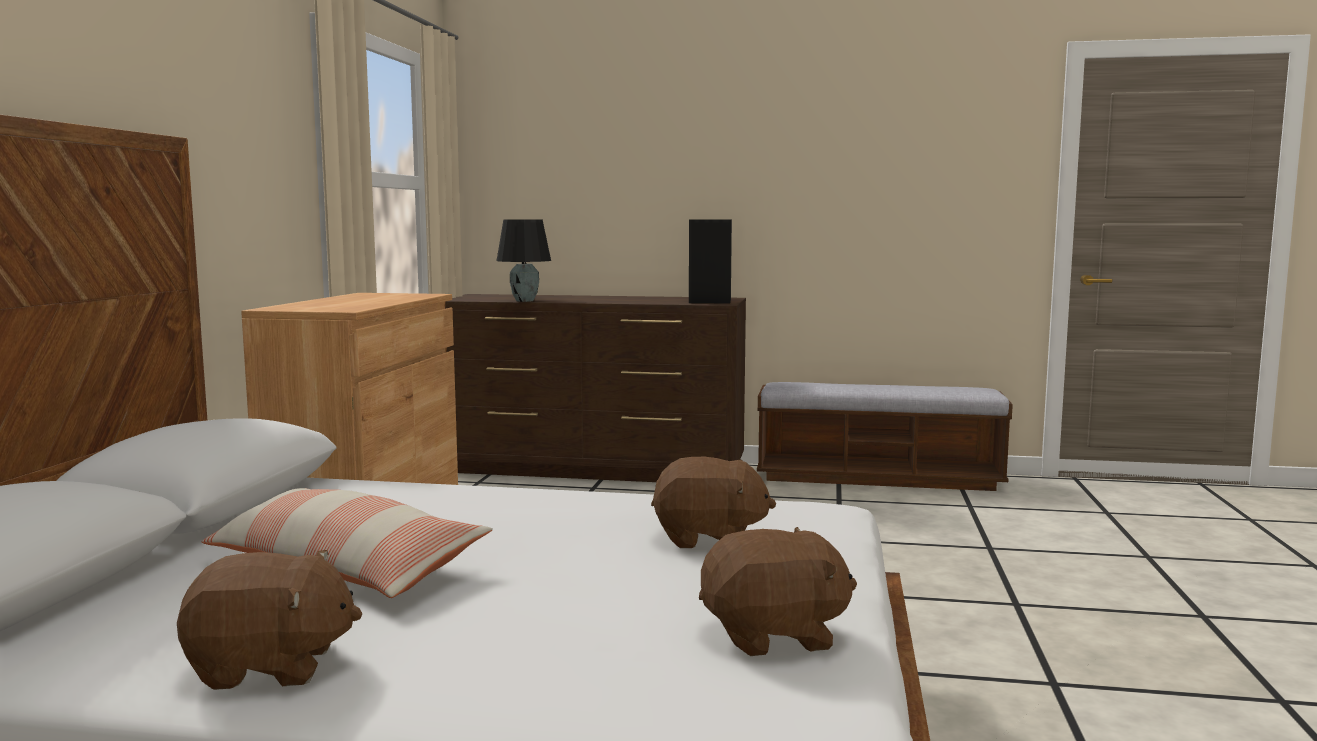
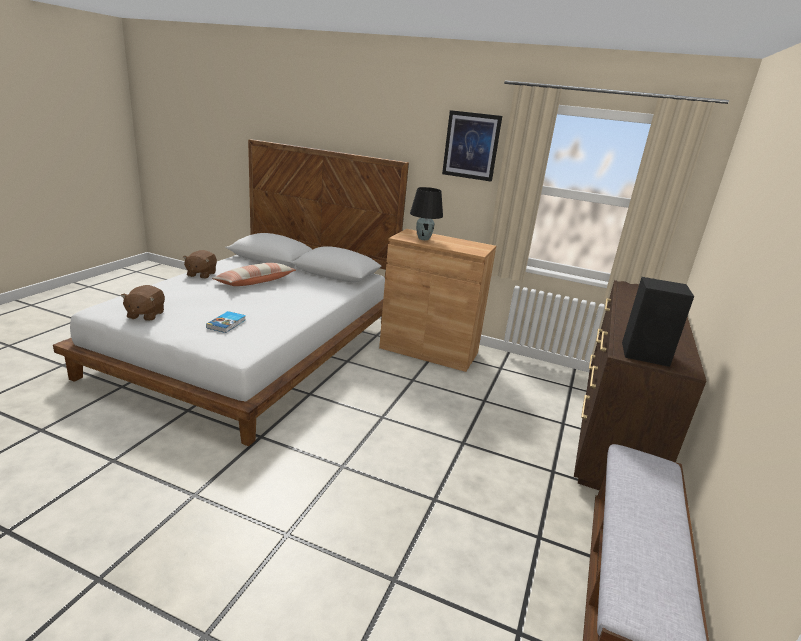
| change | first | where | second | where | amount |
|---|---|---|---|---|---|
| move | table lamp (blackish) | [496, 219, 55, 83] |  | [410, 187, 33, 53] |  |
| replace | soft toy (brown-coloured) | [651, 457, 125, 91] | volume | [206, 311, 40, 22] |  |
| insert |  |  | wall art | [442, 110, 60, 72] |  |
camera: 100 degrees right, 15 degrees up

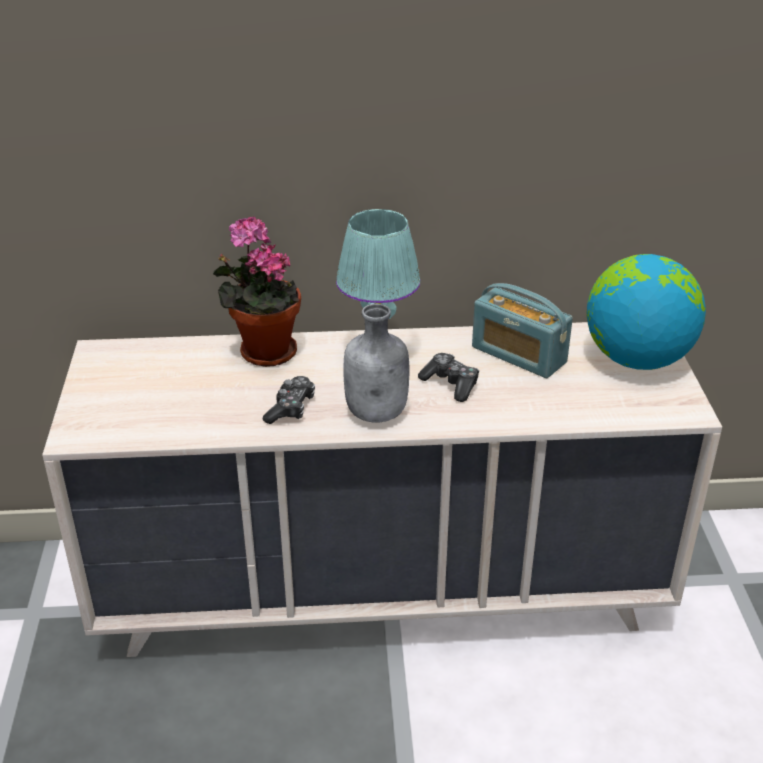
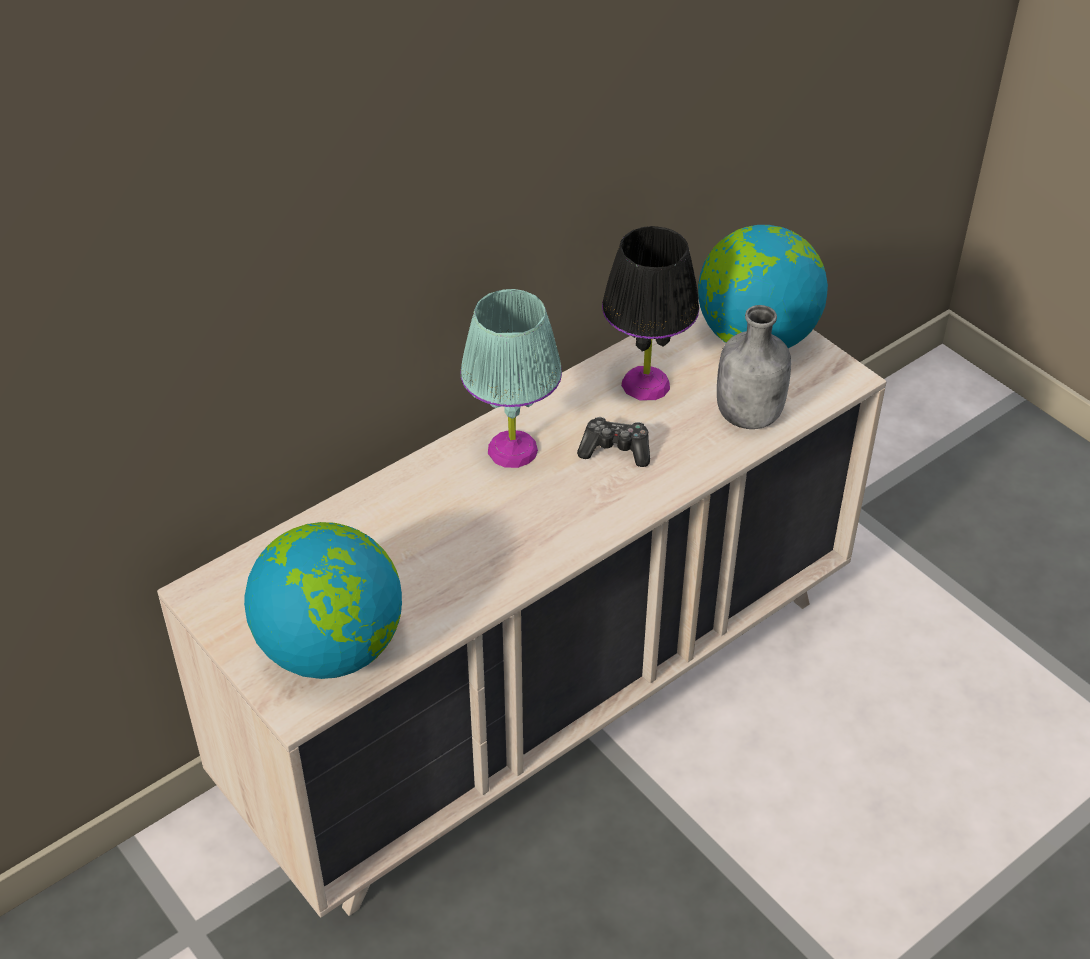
| change | first | where | second | where | amount |
|---|---|---|---|---|---|
| delete | plant in a pot | [213, 216, 88, 151] |  |  |  |
| replace | radio receiver | [472, 283, 101, 95] | table lamp (blackish) | [602, 226, 97, 174] |  |
| move | beverage bottle (greyish) | [344, 304, 65, 119] |  | [717, 305, 74, 124] |  |
| delete | game controller | [263, 376, 52, 48] |  |  |  |
| insert |  |  | world globe | [244, 522, 158, 157] |  |
camera: 35 degrees left, 10 degrees up

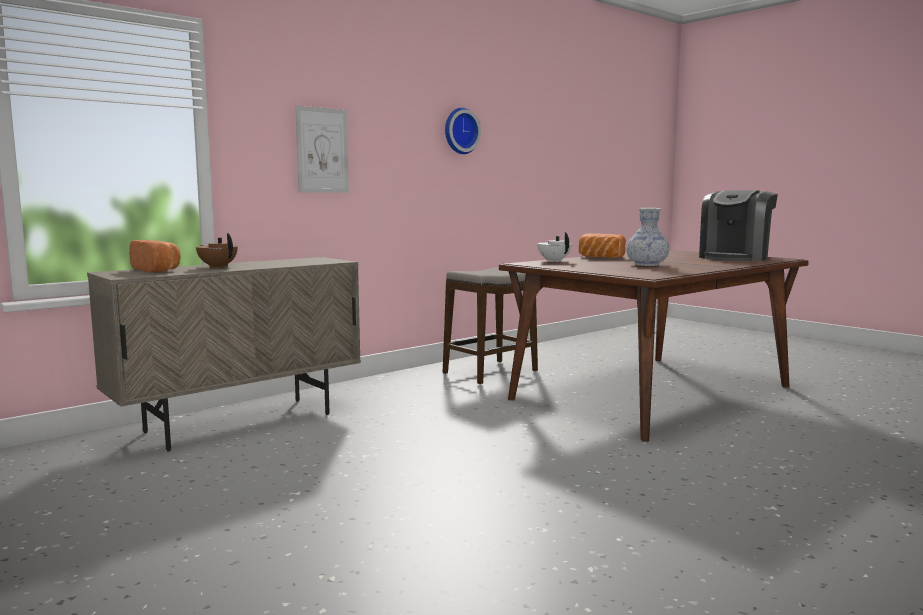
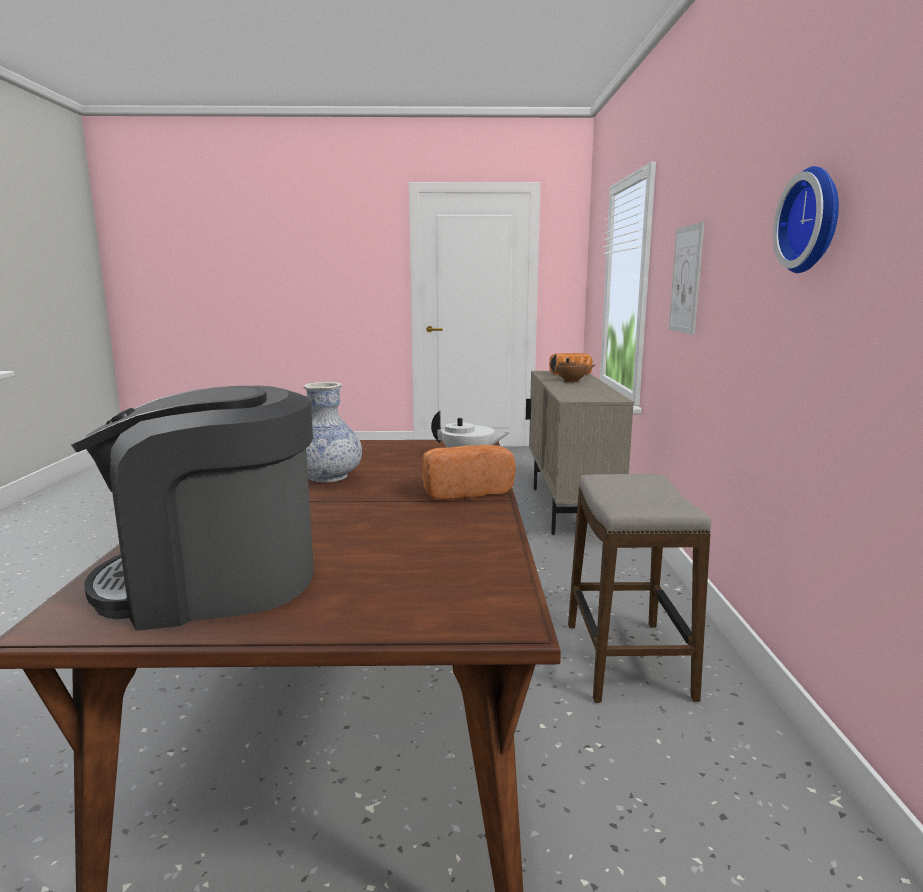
| change | first | where | second | where | amount |
|---|---|---|---|---|---|
| rotate | coffee maker | [699, 190, 79, 71] |  | [70, 386, 244, 245] | 90 degrees counterclockwise |
camera: 130 degrees right, 5 degrees up

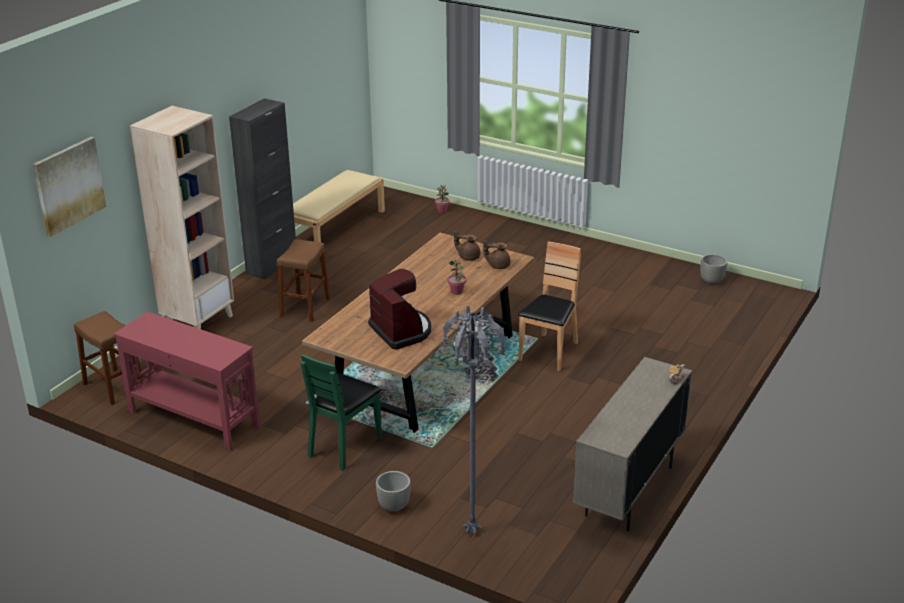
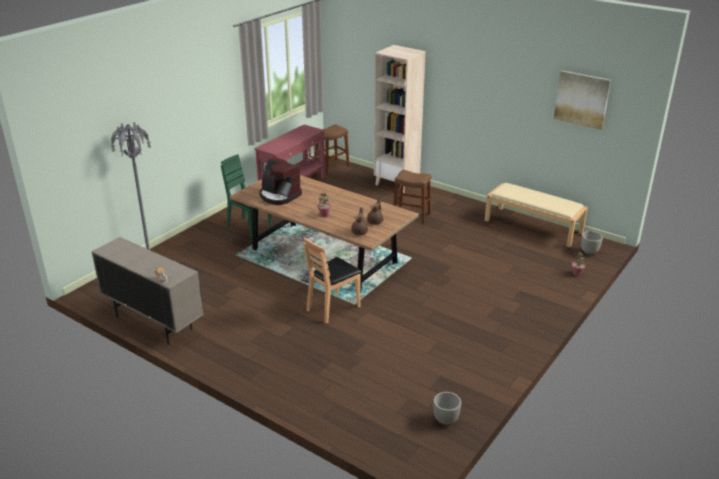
| change | first | where | second | where | amount |
|---|---|---|---|---|---|
| delete | storage cabinet (blackish) | [229, 98, 67, 181] |  |  |  |
| move | wall art | [33, 137, 73, 100] |  | [554, 70, 57, 60] |  |
| rotate | plain chair (brown-coloured) | [518, 242, 63, 129] |  | [303, 238, 59, 86] | 105 degrees clockwise |
| rotate | coffee maker | [368, 269, 63, 80] |  | [259, 157, 43, 48] | 60 degrees clockwise |
| move | planter (greyish) | [376, 471, 35, 41] |  | [581, 231, 22, 24] |  |
camera: 95 degrees right, 0 degrees up

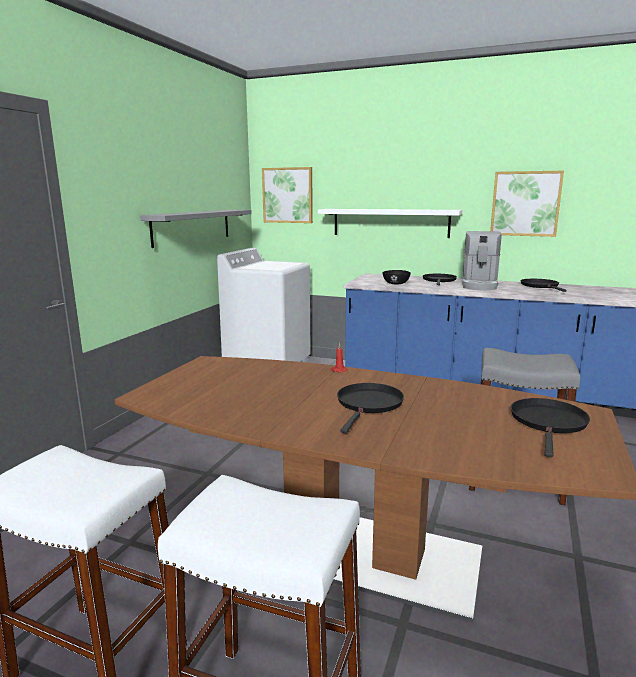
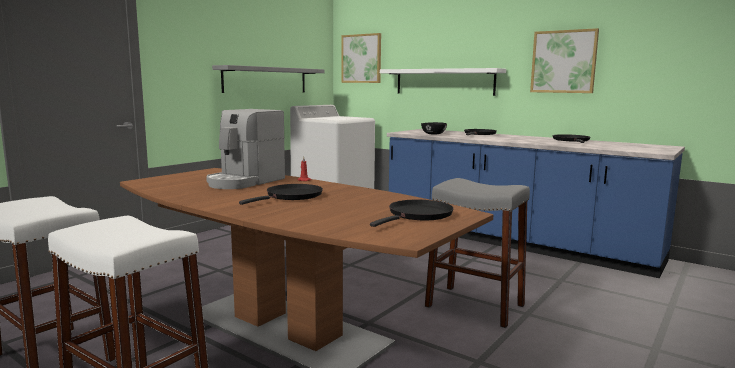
| change | first | where | second | where | amount |
|---|---|---|---|---|---|
| move | coffee maker | [462, 231, 40, 59] |  | [206, 109, 79, 80] |  |
camera: 15 degrees right, 5 degrees down

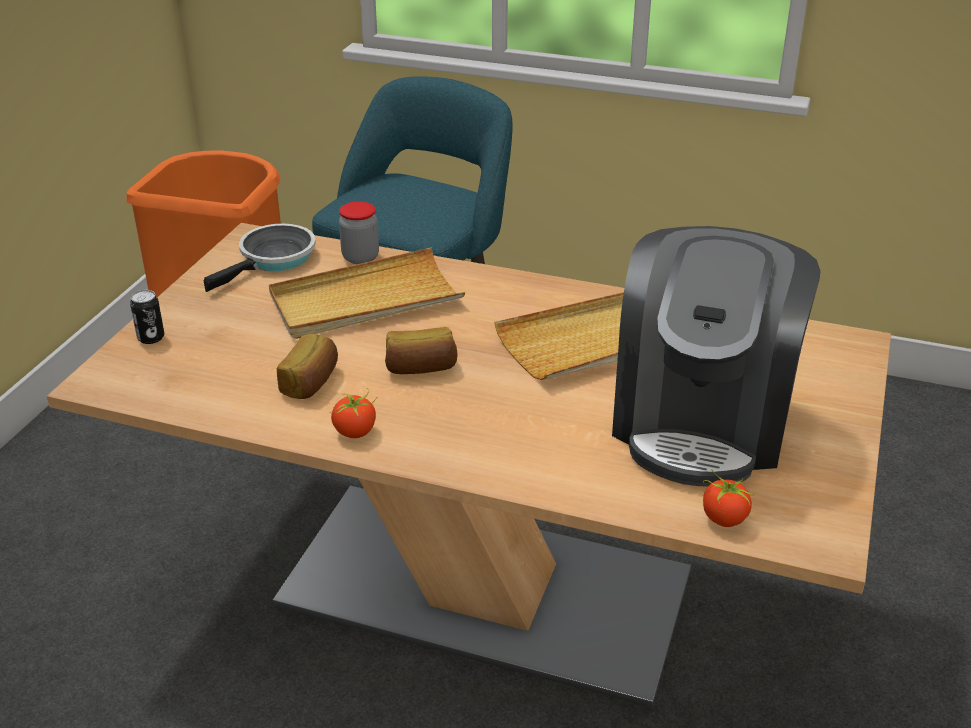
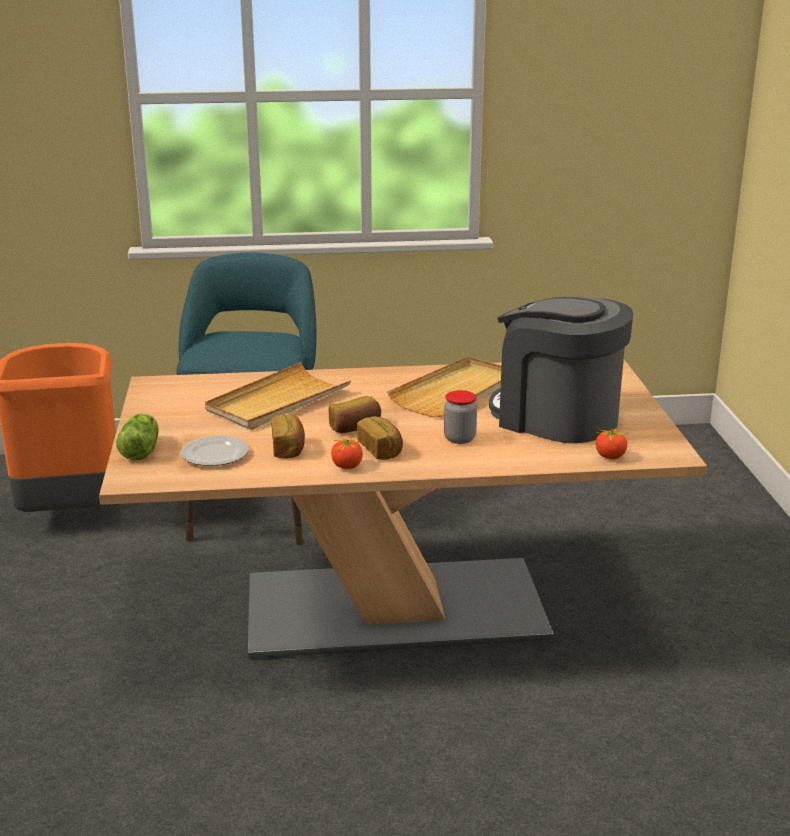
| change | first | where | second | where | amount |
|---|---|---|---|---|---|
| move | preserve jar | [339, 201, 40, 63] |  | [444, 390, 33, 54] |  |
| delete | skillet | [204, 224, 112, 68] |  |  |  |
| rotate | coffee maker | [612, 226, 209, 261] |  | [489, 296, 144, 147] | 135 degrees clockwise |
| replace | sealed can | [130, 290, 34, 54] | head of lettuce | [116, 413, 43, 47] |  |
| insert |  |  | bread | [357, 416, 46, 44] |  |
| insert |  |  | dinner plate | [181, 435, 68, 31] |  |
camera: 25 degrees left, 10 degrees down

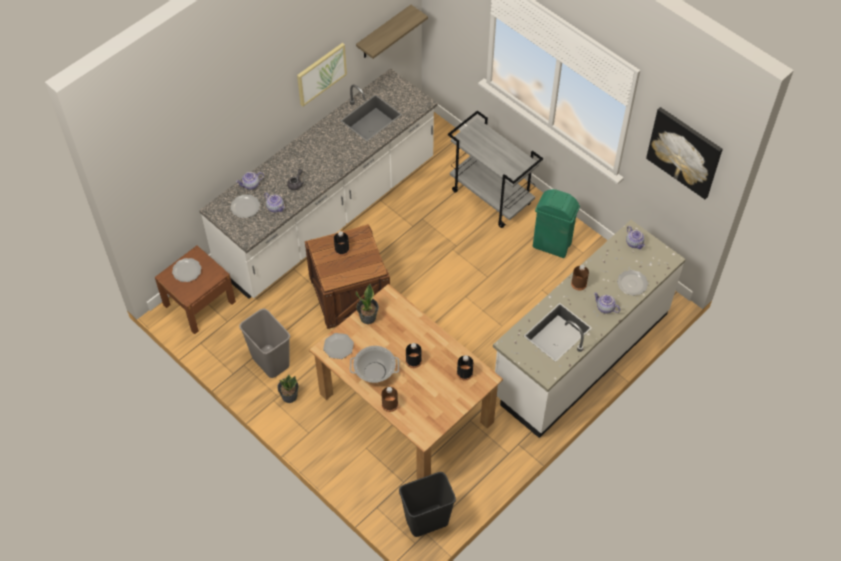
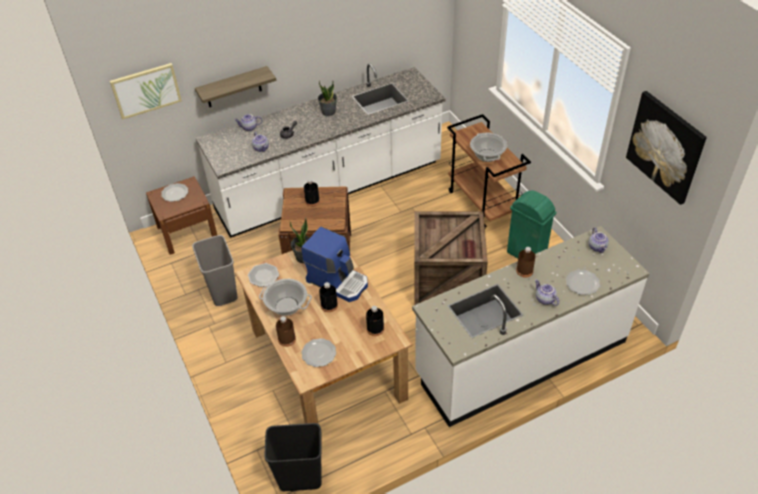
| change | first | where | second | where | amount |
|---|---|---|---|---|---|
| move | shelf | [356, 5, 72, 54] |  | [195, 66, 81, 41] |  |
| move | wall art | [297, 43, 50, 64] |  | [110, 63, 72, 57] |  |
| recolor | cart (greyish) | [448, 110, 95, 118] | cart (brown-coloured) | [447, 114, 84, 115] |  |
| move | dinner plate | [230, 194, 30, 24] |  | [301, 338, 35, 29] |  |
| move | plant in a pot | [277, 375, 22, 28] |  | [318, 80, 19, 36] |  |
| insert |  |  | saucepot | [470, 132, 37, 30] |  |
| insert |  |  | shipping crate | [414, 212, 74, 93] |  |
| insert |  |  | coffee maker | [301, 227, 67, 75] |  |
camera: 20 degrees right, 10 degrees down

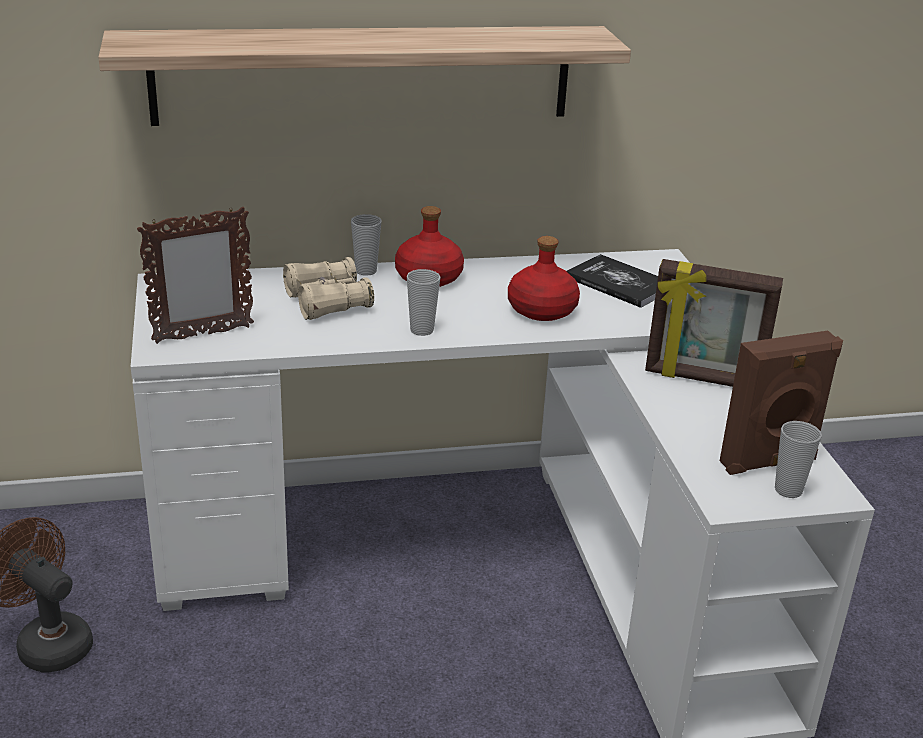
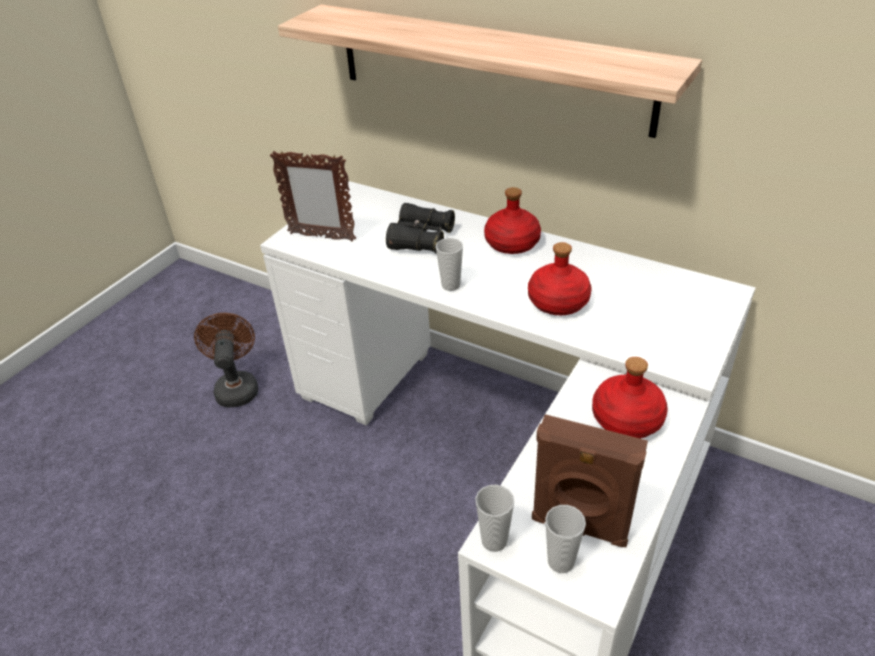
| change | first | where | second | where | amount |
|---|---|---|---|---|---|
| move | cup | [351, 214, 31, 62] |  | [475, 485, 39, 67] |  |
| delete | volume | [567, 254, 91, 54] |  |  |  |
| recolor | field glasses (sand-coloured) | [283, 257, 91, 63] | field glasses (blackish) | [386, 203, 69, 51] |  |
| replace | photo frame | [645, 259, 138, 128] | beverage bottle (reddish) | [592, 357, 76, 82] |  |
camera: 45 degrees right, 10 degrees up

